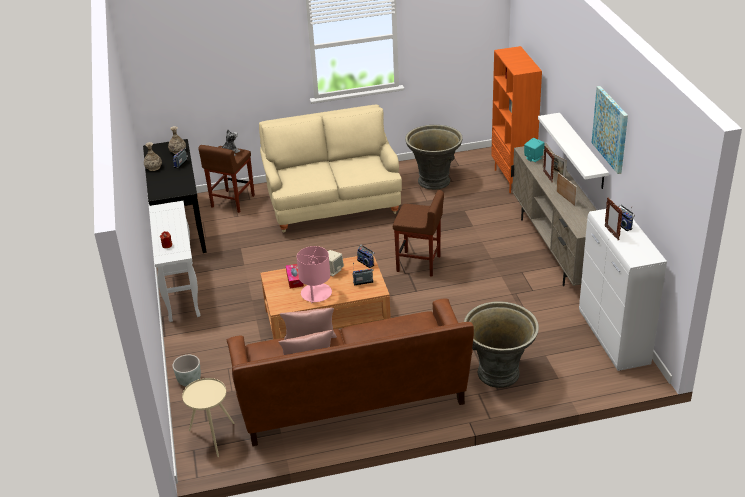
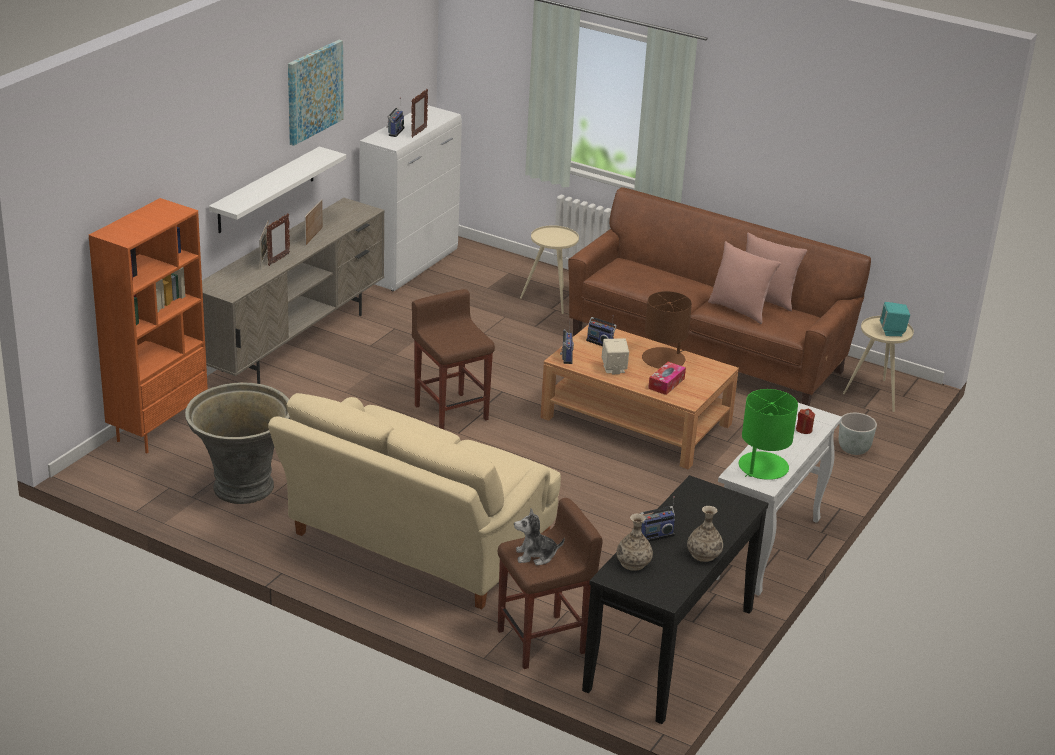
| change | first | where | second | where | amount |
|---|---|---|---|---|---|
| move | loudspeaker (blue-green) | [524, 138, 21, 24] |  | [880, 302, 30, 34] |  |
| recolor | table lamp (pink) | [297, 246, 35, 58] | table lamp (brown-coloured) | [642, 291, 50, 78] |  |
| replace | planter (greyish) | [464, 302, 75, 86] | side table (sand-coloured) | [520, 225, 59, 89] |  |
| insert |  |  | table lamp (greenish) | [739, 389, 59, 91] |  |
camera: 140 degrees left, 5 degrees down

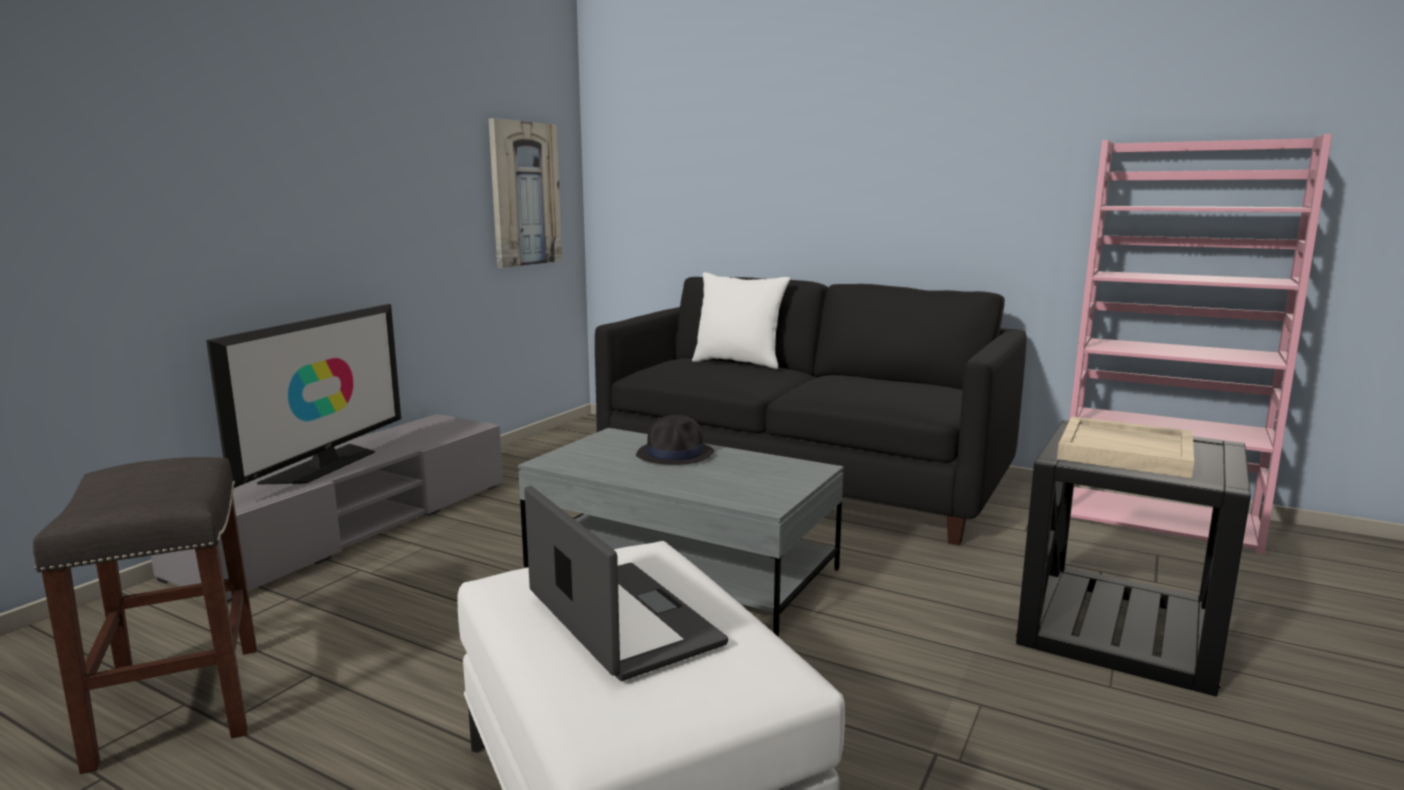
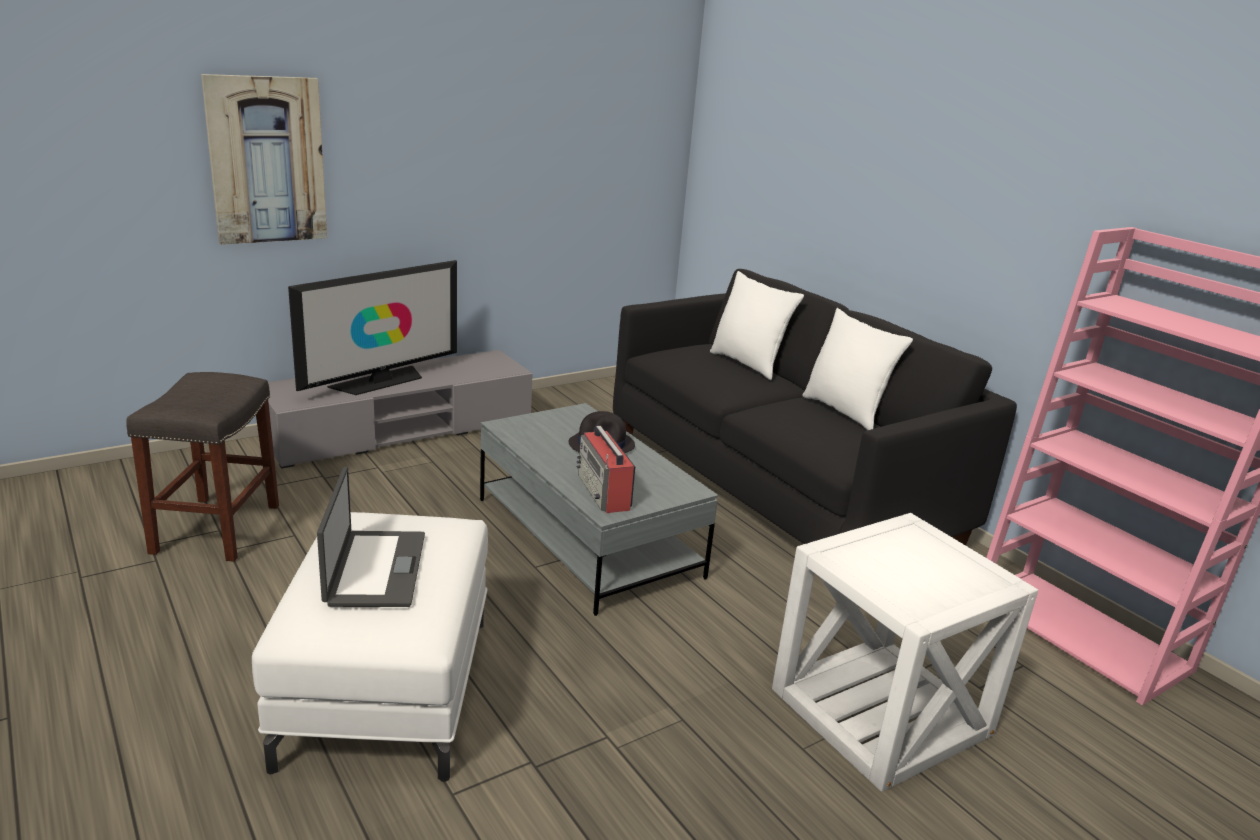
| change | first | where | second | where | amount |
|---|---|---|---|---|---|
| move | wall art | [489, 118, 73, 150] |  | [201, 74, 126, 171] |  |
| delete | tray (sand-coloured) | [1057, 417, 137, 61] |  |  |  |
| recolor | side table (blackish) | [1016, 420, 235, 276] | side table (white) | [772, 513, 266, 279] |  |
| insert |  |  | pillow (white) | [802, 308, 111, 122] |  |
| insert |  |  | radio receiver | [576, 426, 59, 87] |  |
camera: 25 degrees right, 10 degrees up

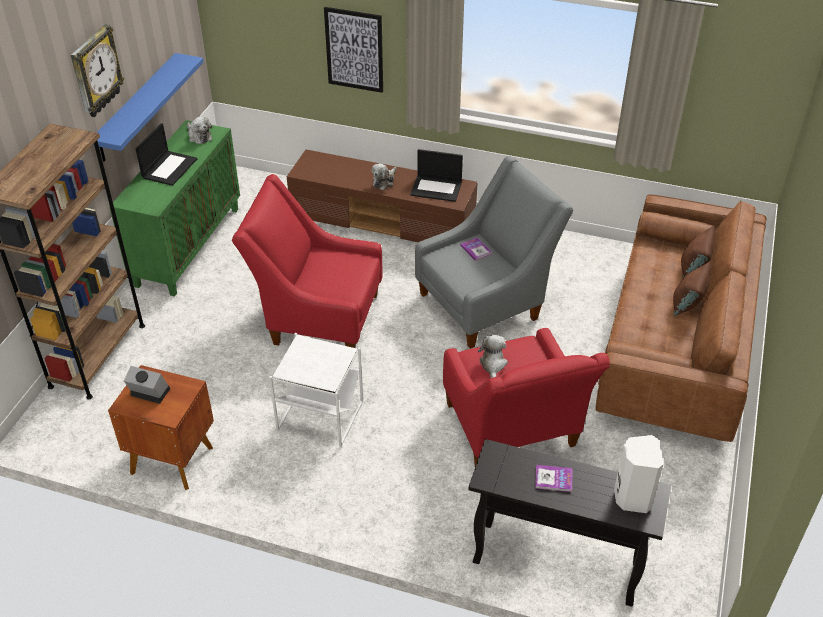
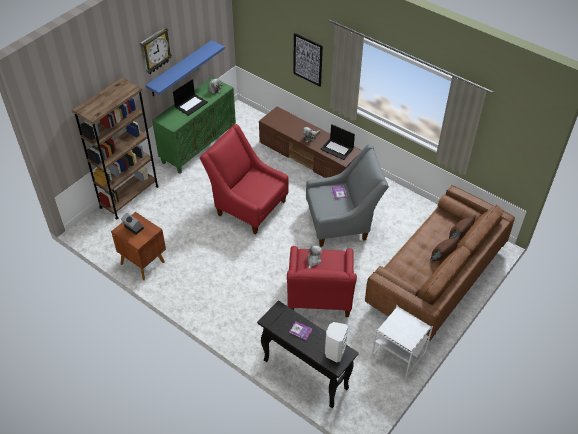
| change | first | where | second | where | amount |
|---|---|---|---|---|---|
| move | side table (white) | [269, 333, 94, 114] |  | [371, 305, 62, 73] |  |
camera: 20 degrees right, 5 degrees up

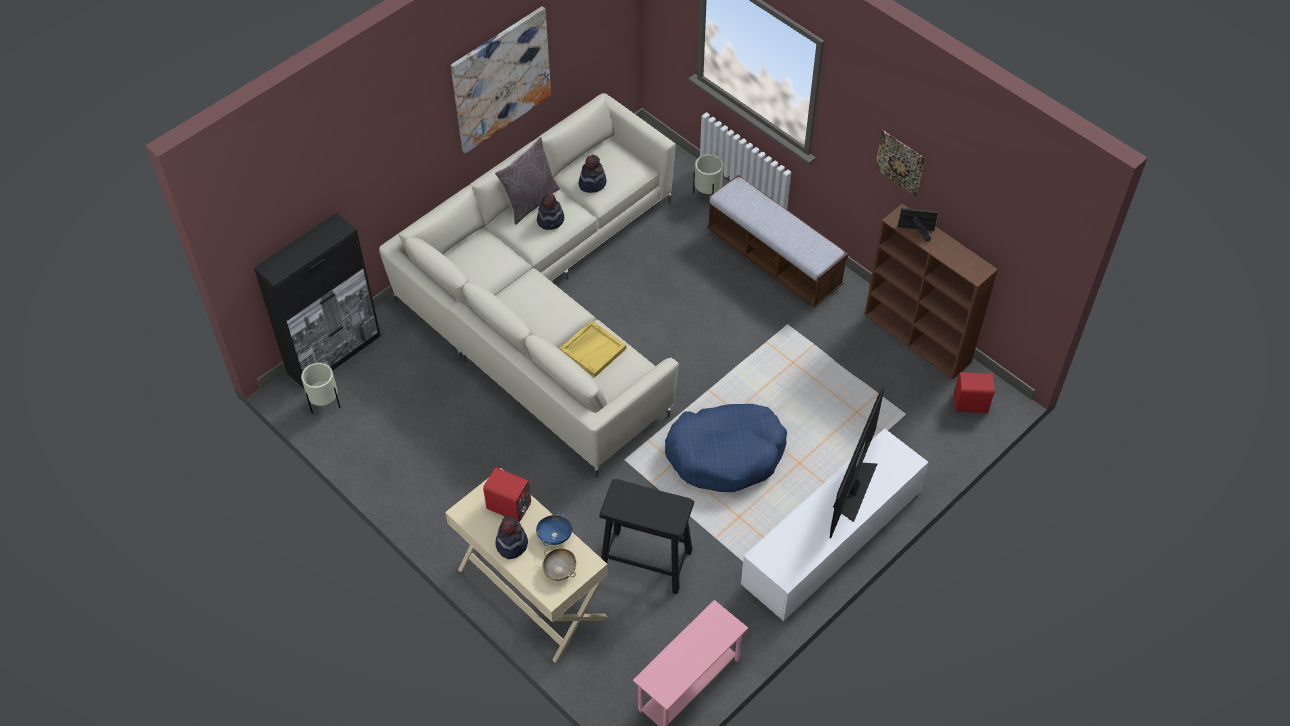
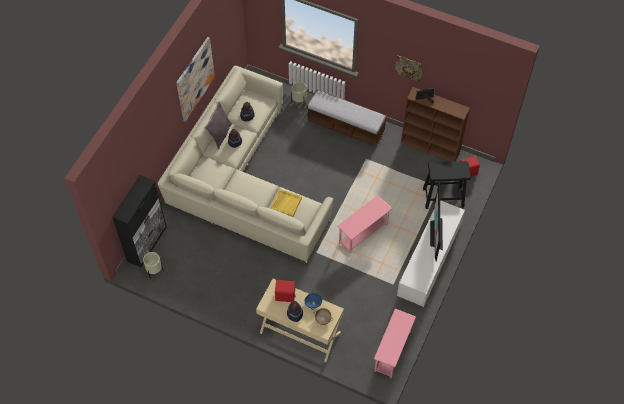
| change | first | where | second | where | amount |
|---|---|---|---|---|---|
| replace | dog bed (blue-coloured) | [665, 404, 122, 88] | side table (pink) | [337, 195, 55, 59] |  |
| move | stool (blackish) | [599, 479, 95, 115] |  | [423, 161, 48, 48] |  |
camera: 20 degrees left, 5 degrees up

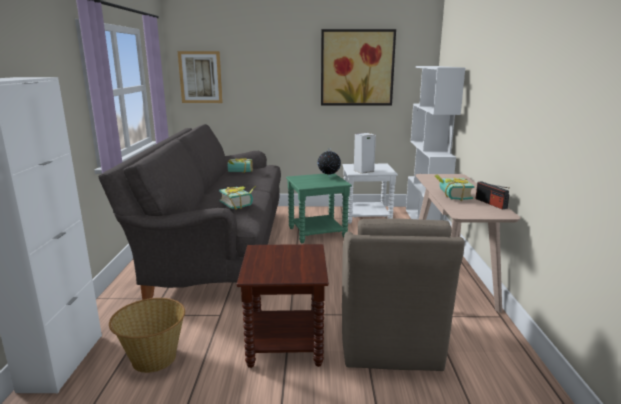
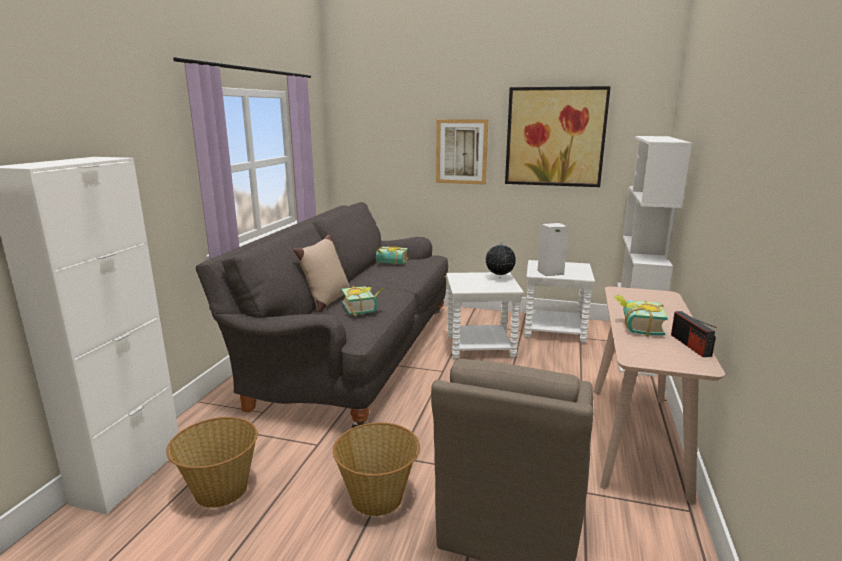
| change | first | where | second | where | amount |
|---|---|---|---|---|---|
| move | wall art | [178, 51, 45, 52] |  | [436, 119, 52, 66] |  |
| recolor | side table (greenish) | [286, 173, 66, 70] | side table (white) | [446, 272, 78, 88] |  |
| replace | side table (brown-coloured) | [237, 244, 92, 124] | storage basket | [333, 422, 87, 94] |  |
| insert |  |  | pillow (sand-coloured) | [293, 234, 58, 78] |  |
camera: 15 degrees right, 0 degrees up

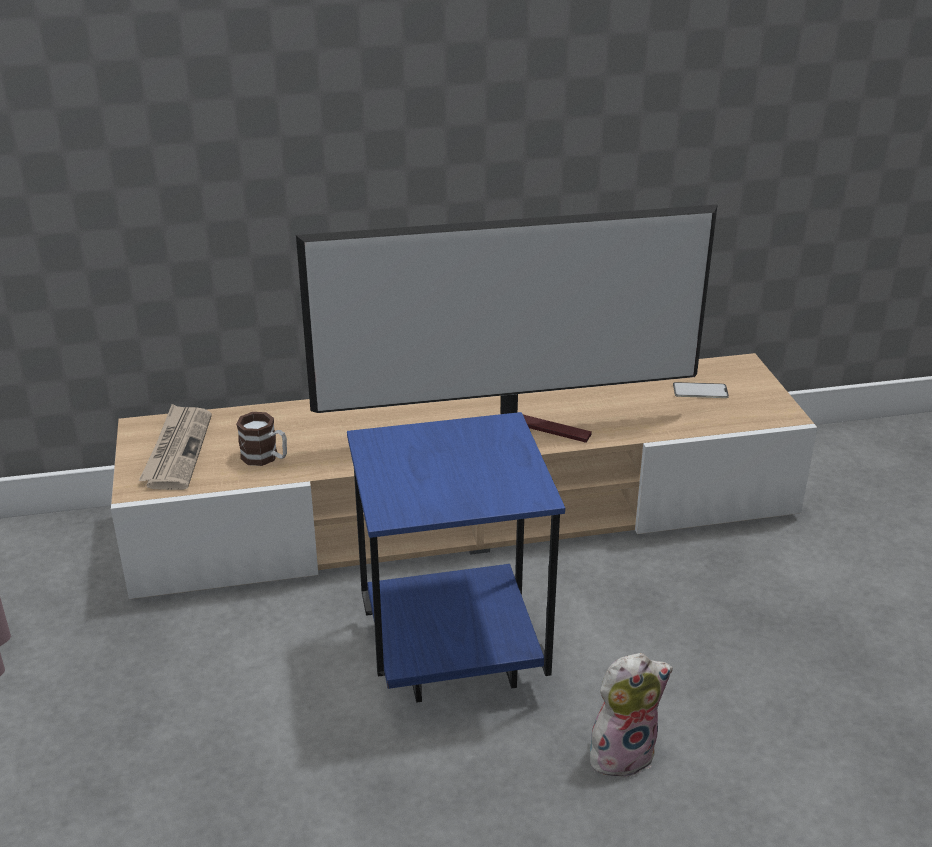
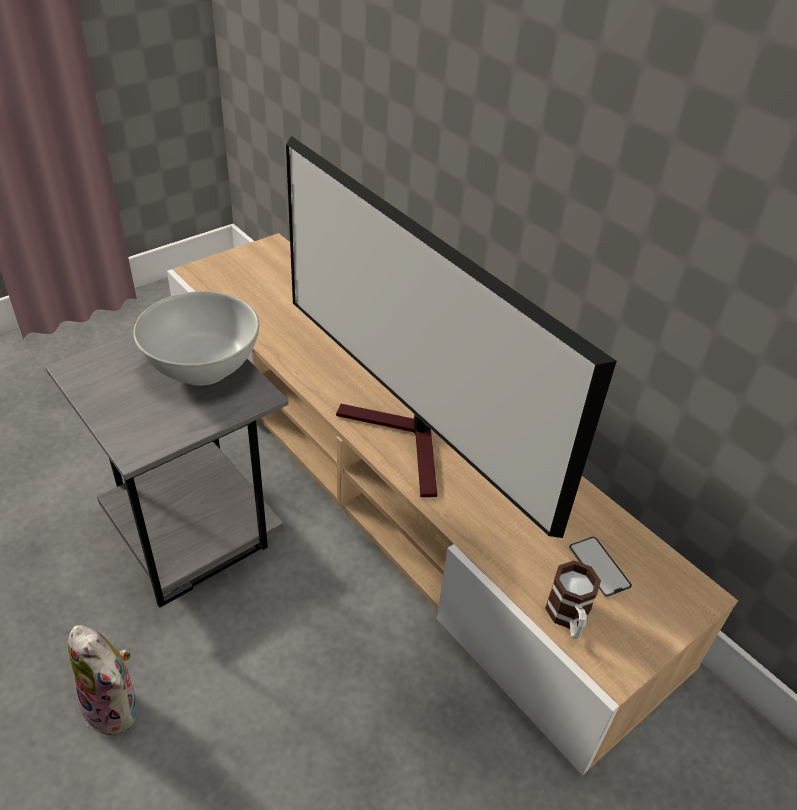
| change | first | where | second | where | amount |
|---|---|---|---|---|---|
| delete | printed paper | [139, 404, 73, 86] |  |  |  |
| move | tea mug | [236, 412, 51, 54] |  | [545, 561, 56, 77] |  |
| recolor | side table (blue-coloured) | [347, 412, 218, 291] | side table (greyish) | [45, 334, 244, 274] |  |
| insert |  |  | deep dish (white) | [133, 291, 126, 95] |  |
camera: 60 degrees right, 10 degrees up

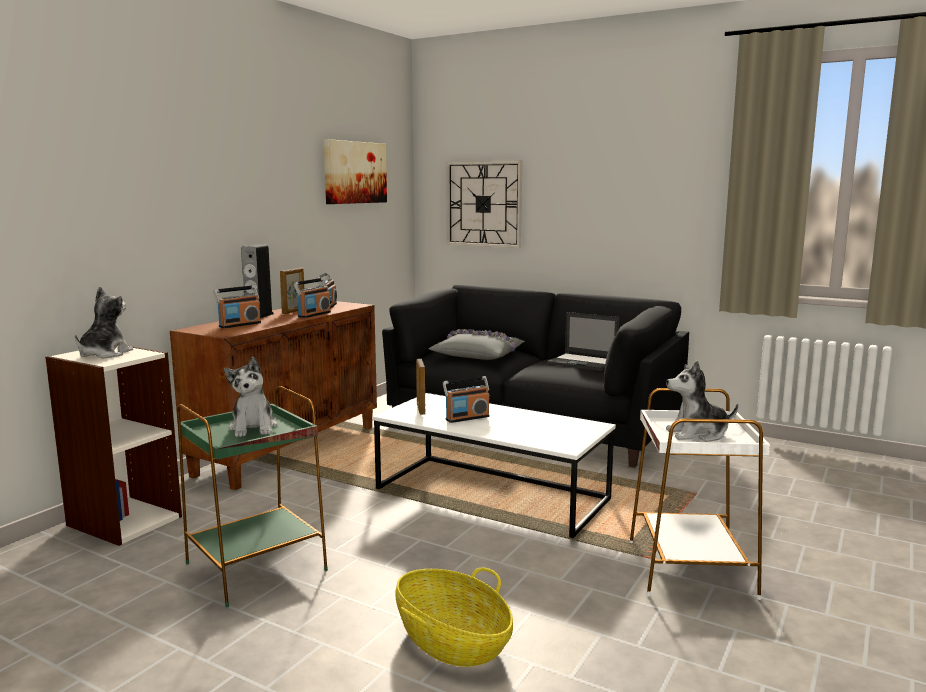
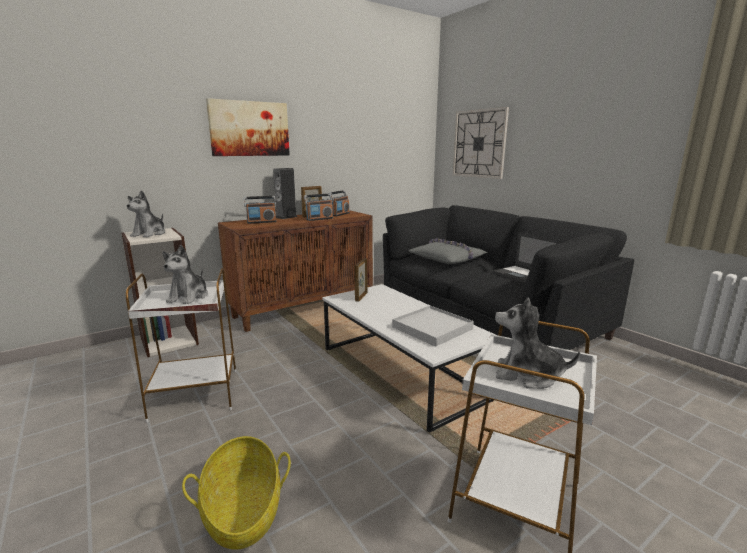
| change | first | where | second | where | amount |
|---|---|---|---|---|---|
| move | wall art | [324, 139, 63, 65] |  | [206, 98, 84, 58] |  |
| rotate | soft toy | [75, 286, 58, 72] |  | [127, 190, 38, 47] | 150 degrees clockwise |
| delete | radio receiver | [443, 376, 47, 47] |  |  |  |
| recolor | side table (greenish) | [177, 386, 151, 221] | side table (white) | [126, 268, 110, 154] |  |
| insert |  |  | tray (white) | [392, 306, 82, 41] |  |
camera: 25 degrees right, 5 degrees up

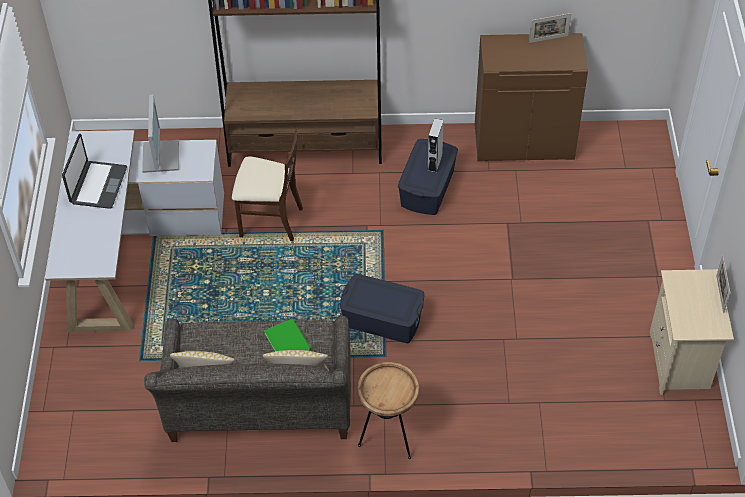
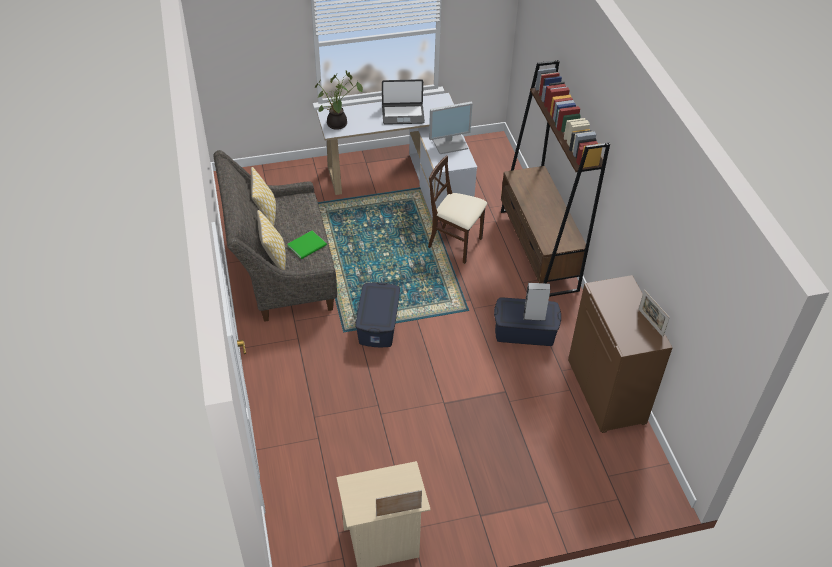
| change | first | where | second | where | amount |
|---|---|---|---|---|---|
| rotate | plain chair (sand-coloured) | [232, 128, 71, 113] |  | [428, 155, 59, 109] | 120 degrees clockwise |
| delete | side table (brown-coloured) | [357, 362, 62, 97] |  |  |  |
| insert |  |  | plant in a pot | [315, 70, 48, 60] |  |
camera: 75 degrees right, 5 degrees down

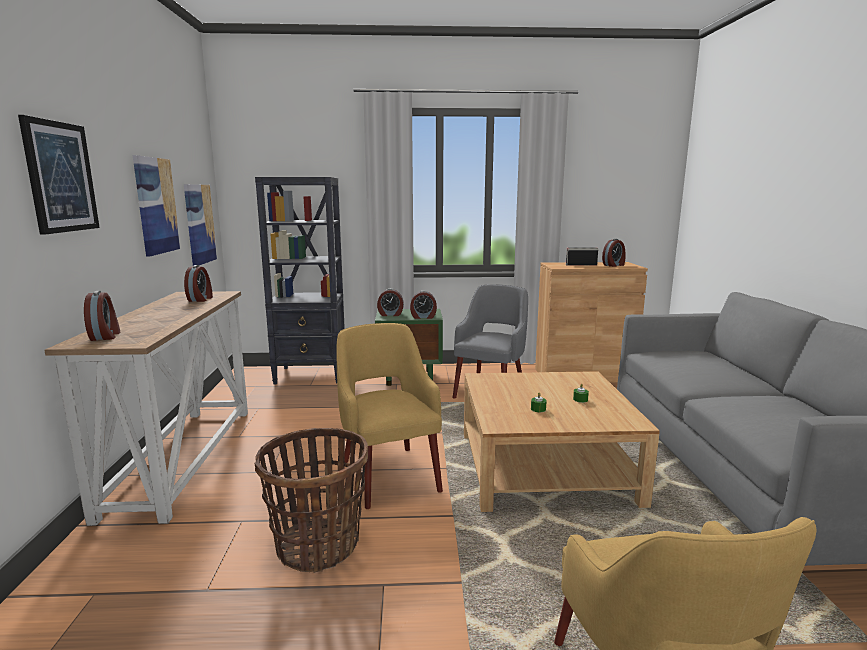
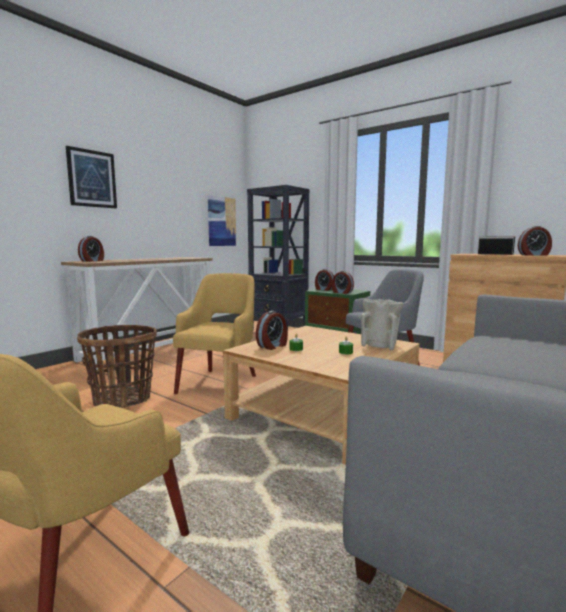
| change | first | where | second | where | amount |
|---|---|---|---|---|---|
| delete | wall art | [133, 155, 48, 102] |  |  |  |
| move | alarm clock | [184, 265, 29, 37] |  | [256, 311, 32, 39] |  |
| insert |  |  | decorative vase (sand-coloured) | [361, 299, 42, 51] |  |
camera: 40 degrees right, 5 degrees down

